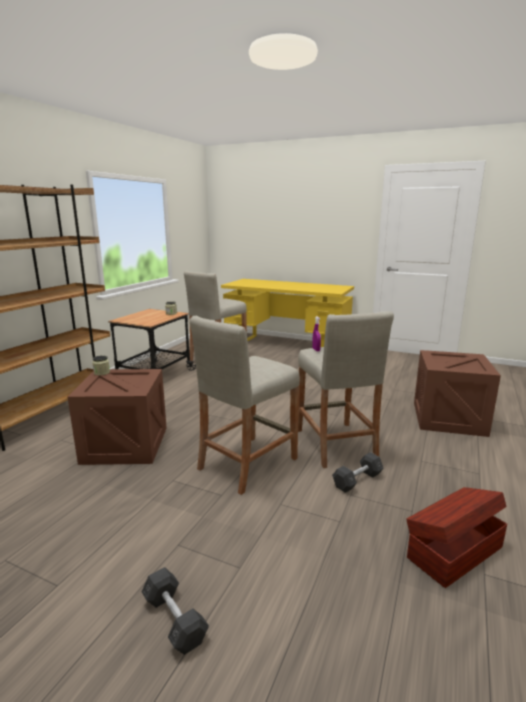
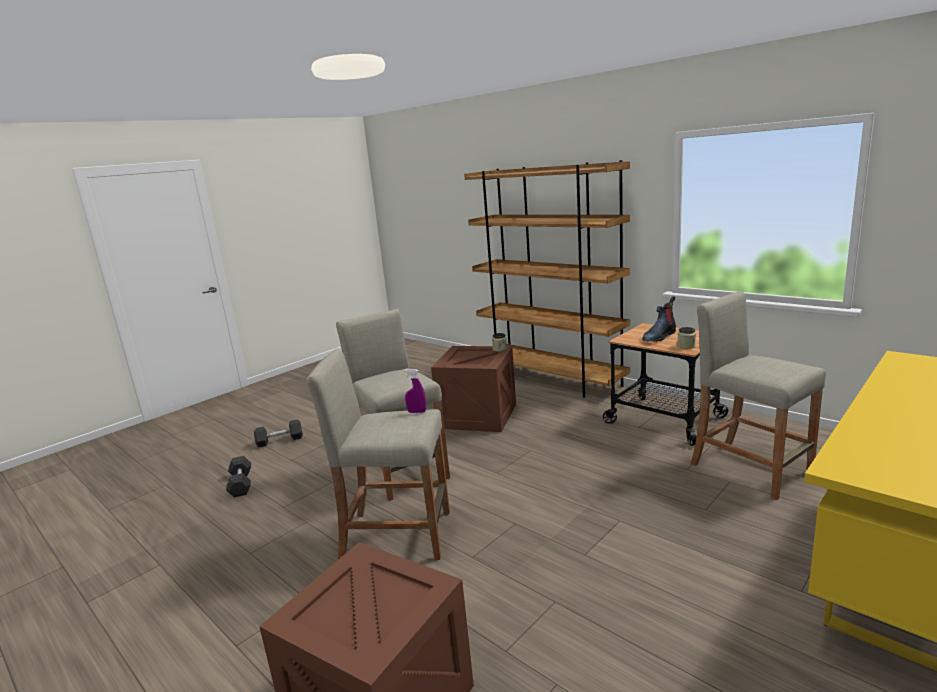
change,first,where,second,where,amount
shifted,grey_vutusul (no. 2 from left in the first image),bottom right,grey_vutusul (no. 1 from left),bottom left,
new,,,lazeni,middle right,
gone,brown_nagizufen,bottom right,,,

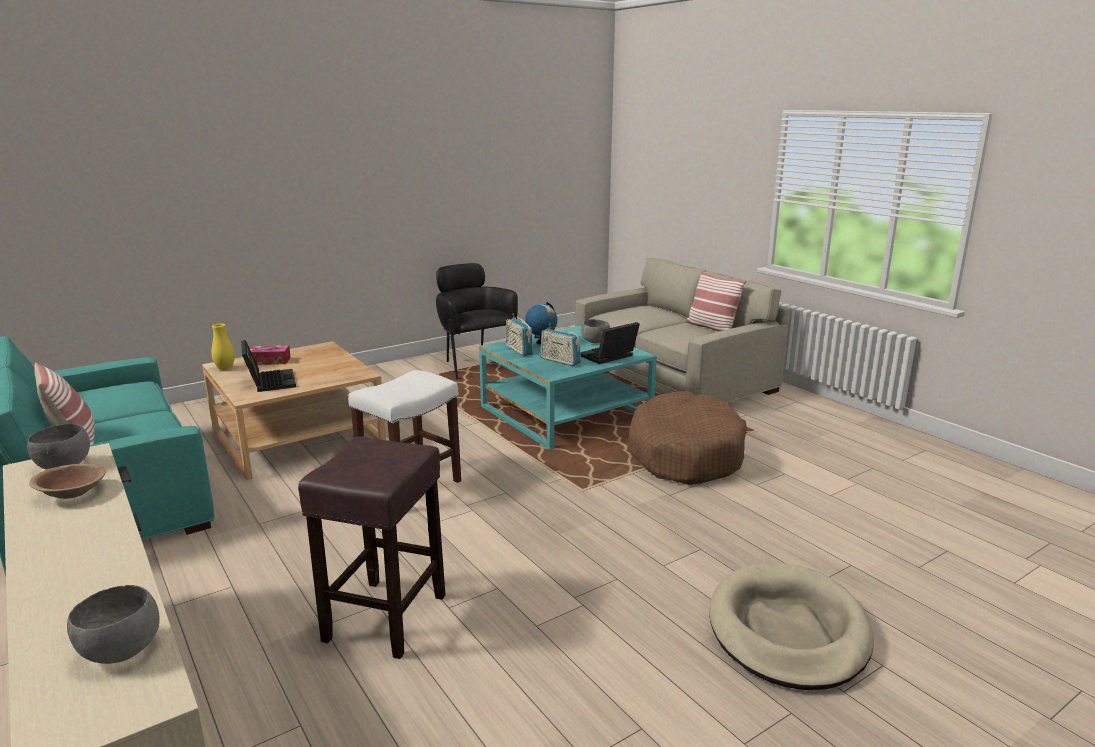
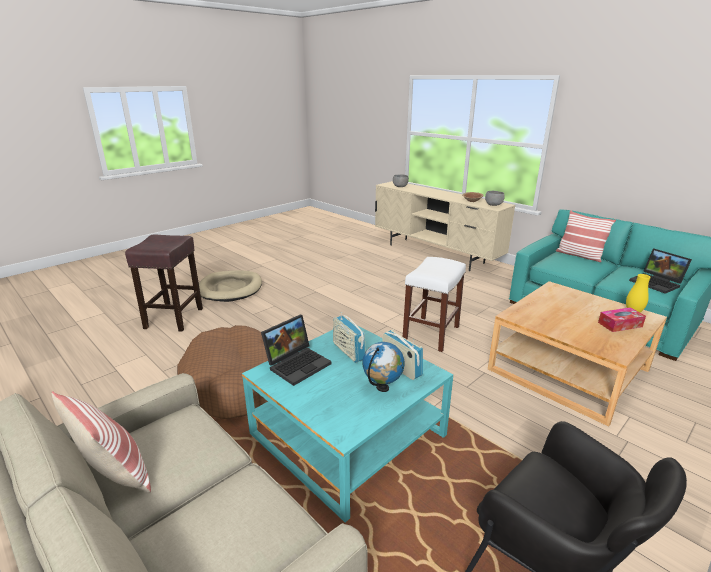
change,first,where,second,where,amount
shifted,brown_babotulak,bottom centre,,middle left,
rotated,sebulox (no. 2 from left in the first image),centre,sebulox (no. 1 from left),centre,150 degrees counterclockwise
shifted,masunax (no. 1 from left in the first image),middle left,masunax (no. 2 from left),middle right,
gone,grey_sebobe (no. 3 from left),centre,,,

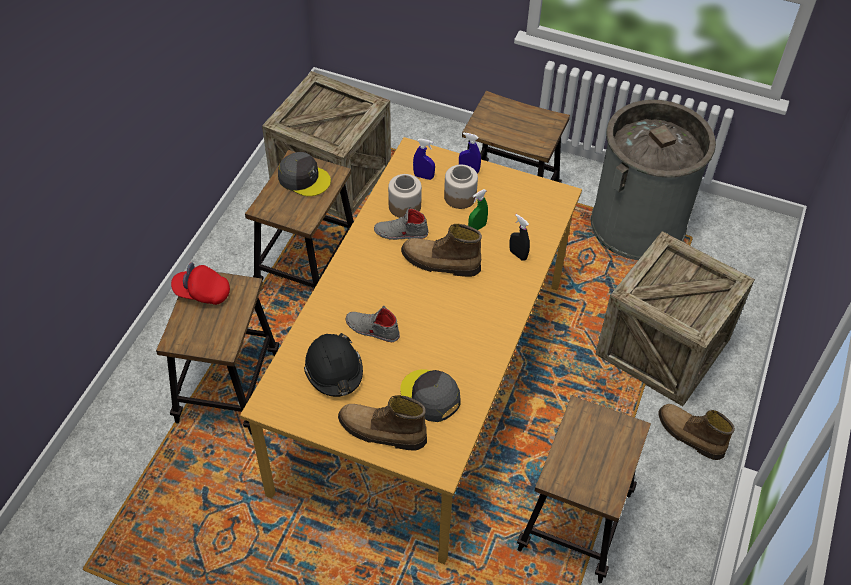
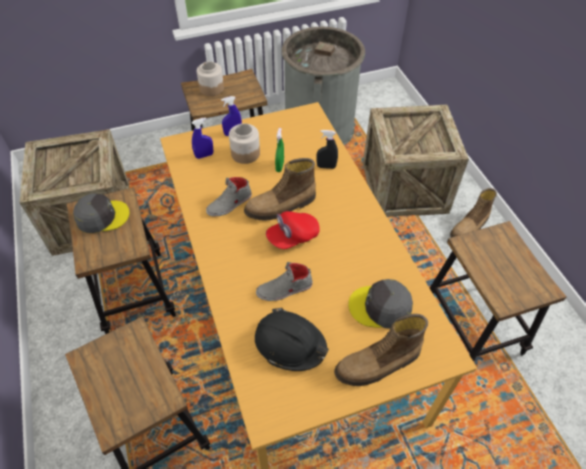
change,first,where,second,where,amount
shifted,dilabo (no. 1 from left),centre,,top centre,
shifted,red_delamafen,middle left,,centre,
rotated,lazeni (no. 3 from left),bottom right,,middle right,45 degrees counterclockwise

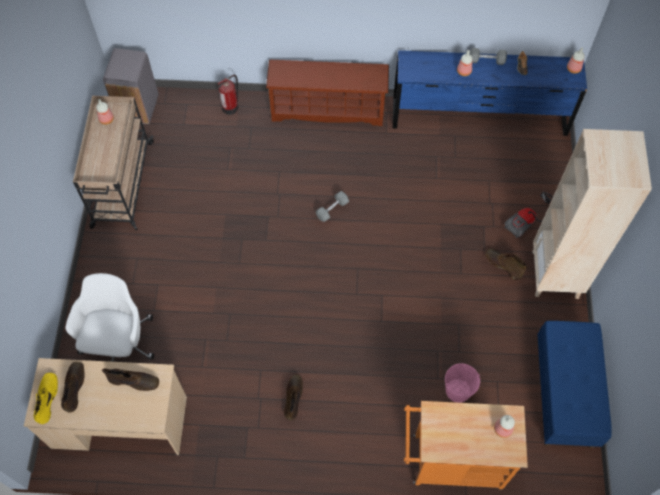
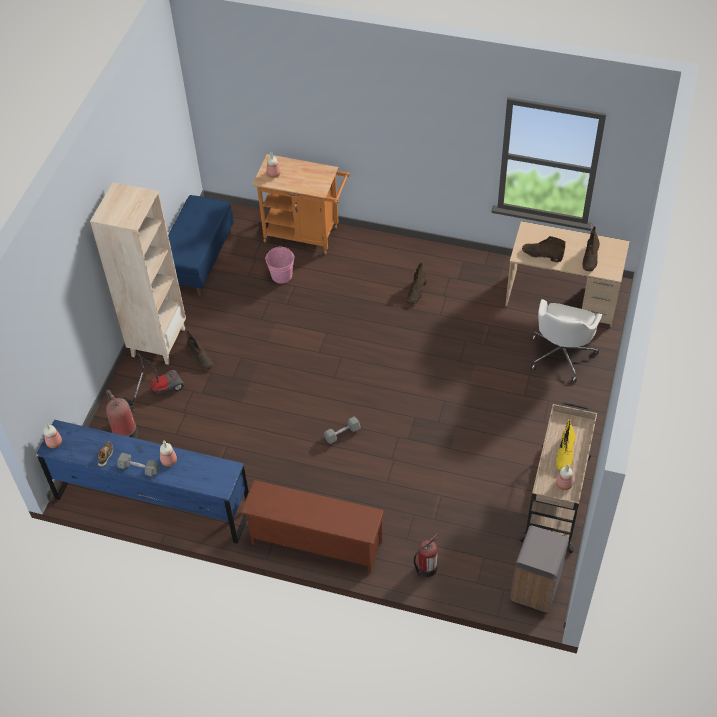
change,first,where,second,where,amount
new,,,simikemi (no. 1 from left),middle left,
shifted,yellow_lazeni,bottom left,,middle right,

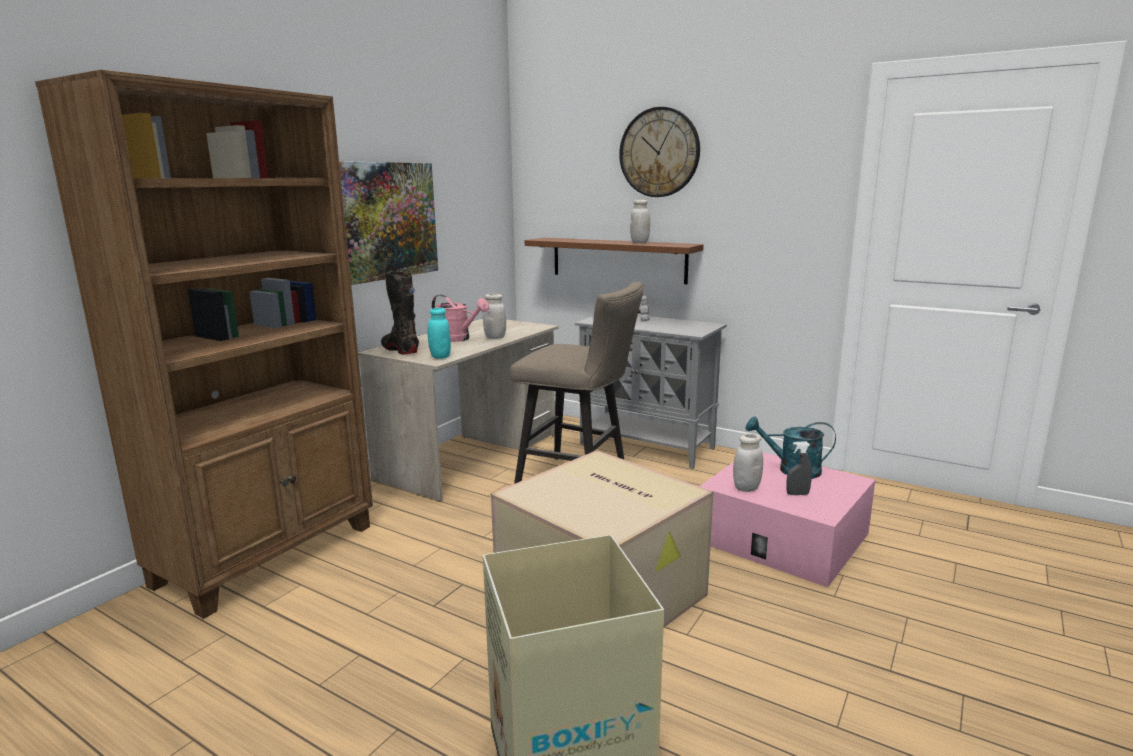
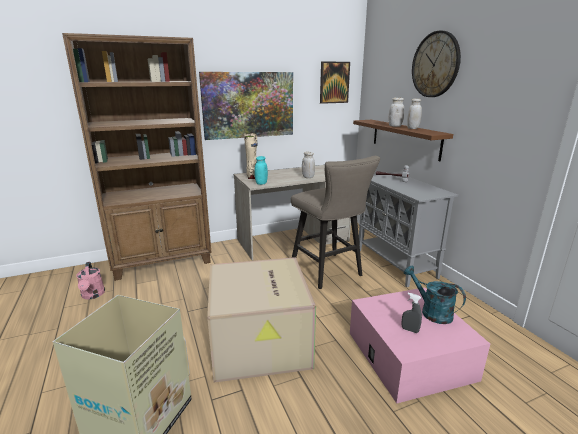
change,first,where,second,where,amount
shifted,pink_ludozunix,centre,,middle left,
repainted,black_lazeni,centre,beige_lazeni,centre,
new,,,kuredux (no. 2 from left),top centre,
shifted,white_dilabo (no. 3 from left in the first image),centre,white_dilabo (no. 2 from left),top right,

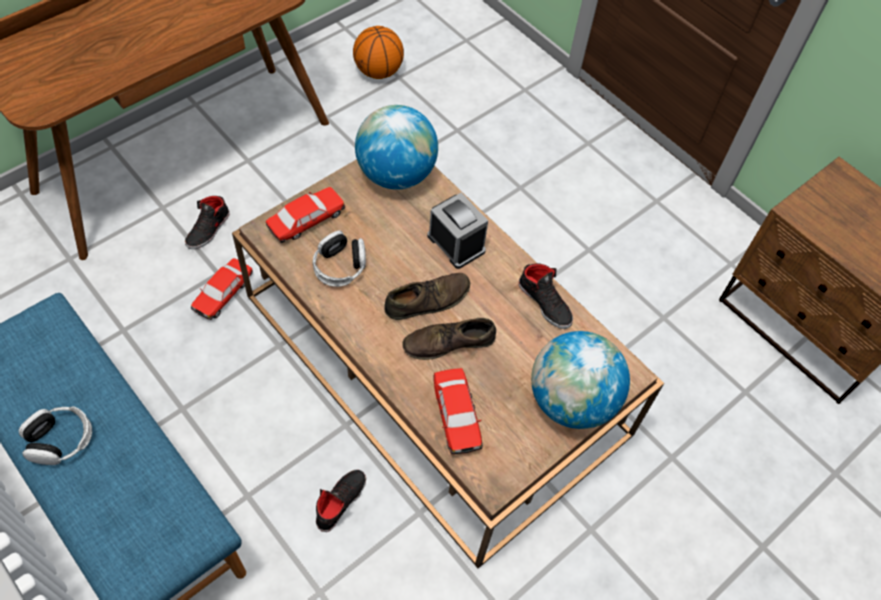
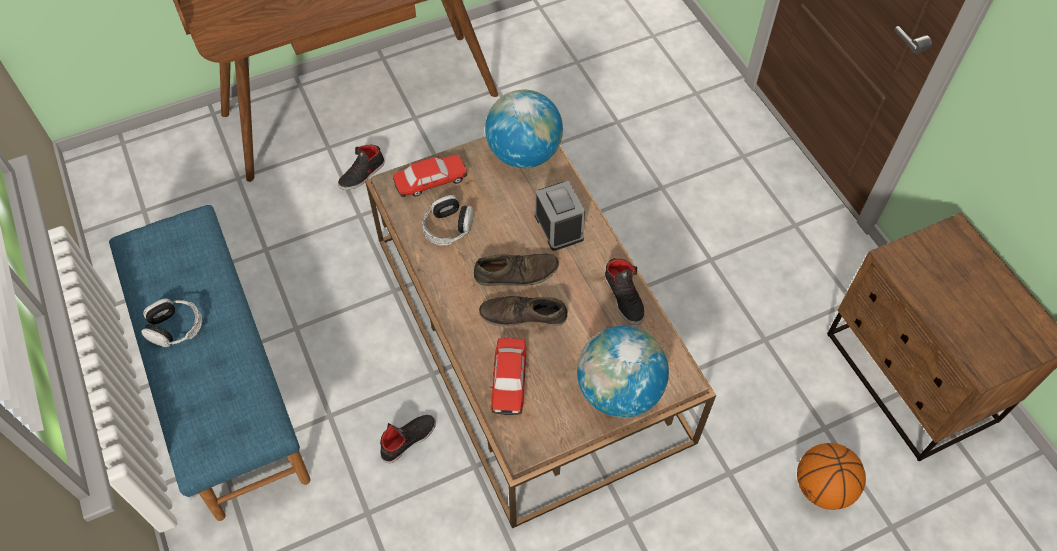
change,first,where,second,where,amount
shifted,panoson,top centre,,bottom right,
gone,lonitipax (no. 1 from left),middle left,,,

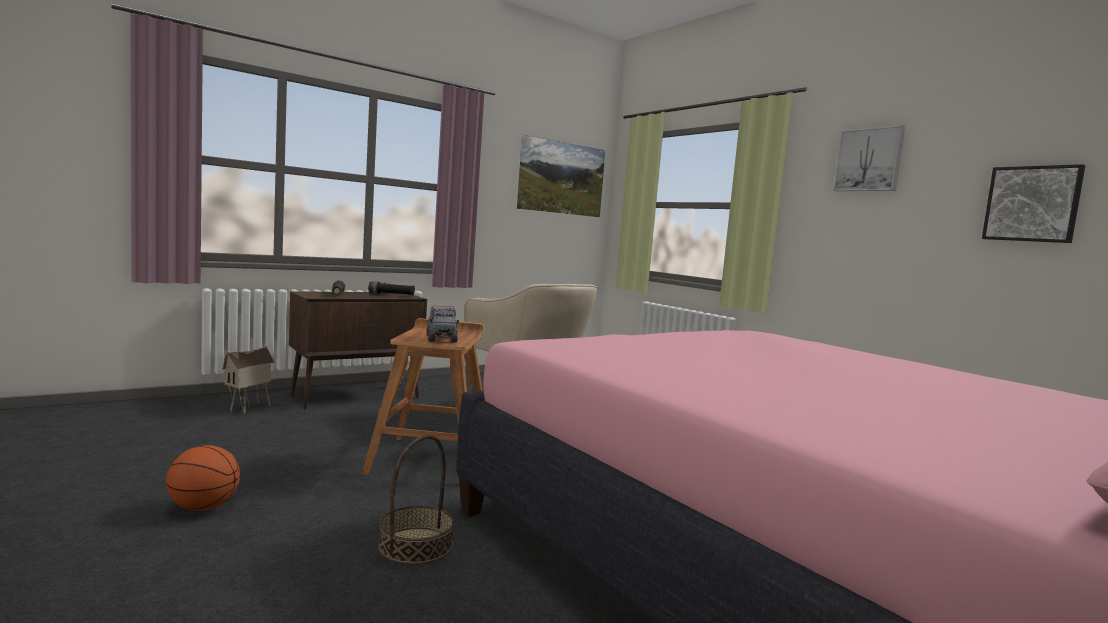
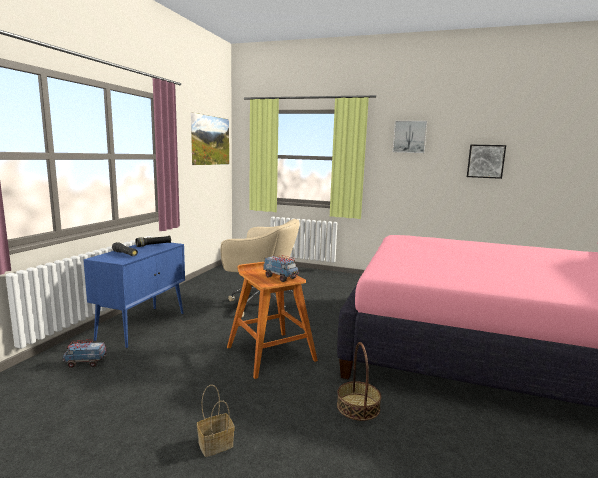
change,first,where,second,where,amount
swapped,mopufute,middle left,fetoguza (no. 1 from left),bottom left,
repainted,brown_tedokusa,middle left,blue_tedokusa,middle left,
swapped,panoson,bottom left,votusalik (no. 1 from left),bottom centre,

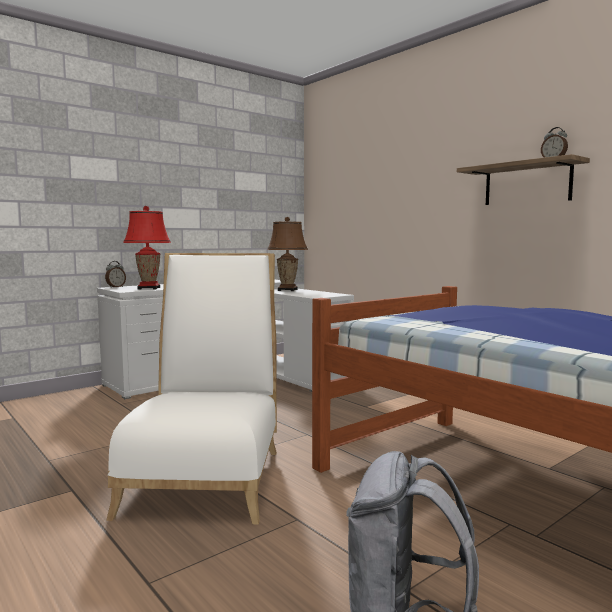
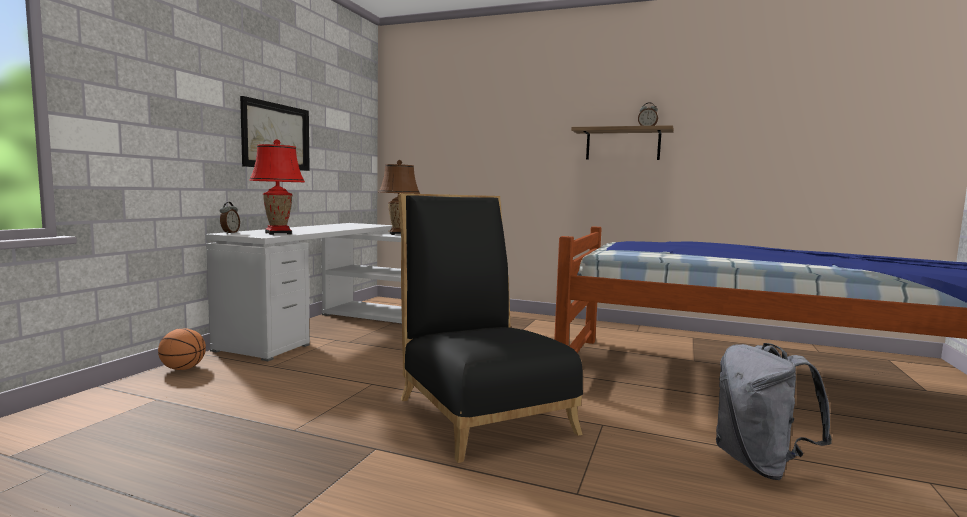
change,first,where,second,where,amount
new,,,panoson,bottom left,
new,,,kuredux,top left,
repainted,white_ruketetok,middle left,black_ruketetok,centre,

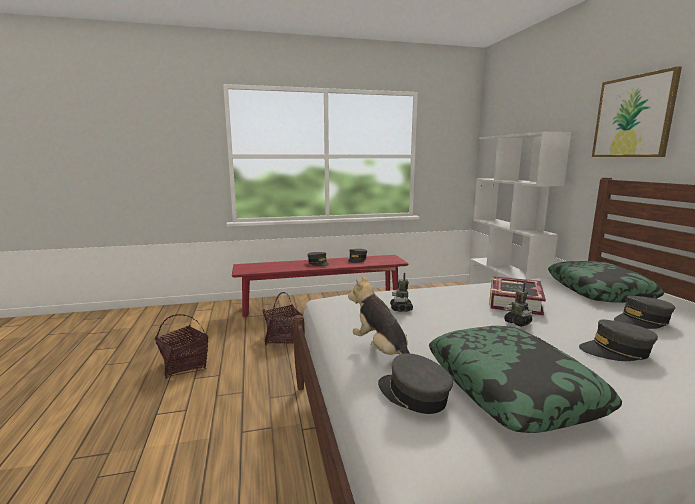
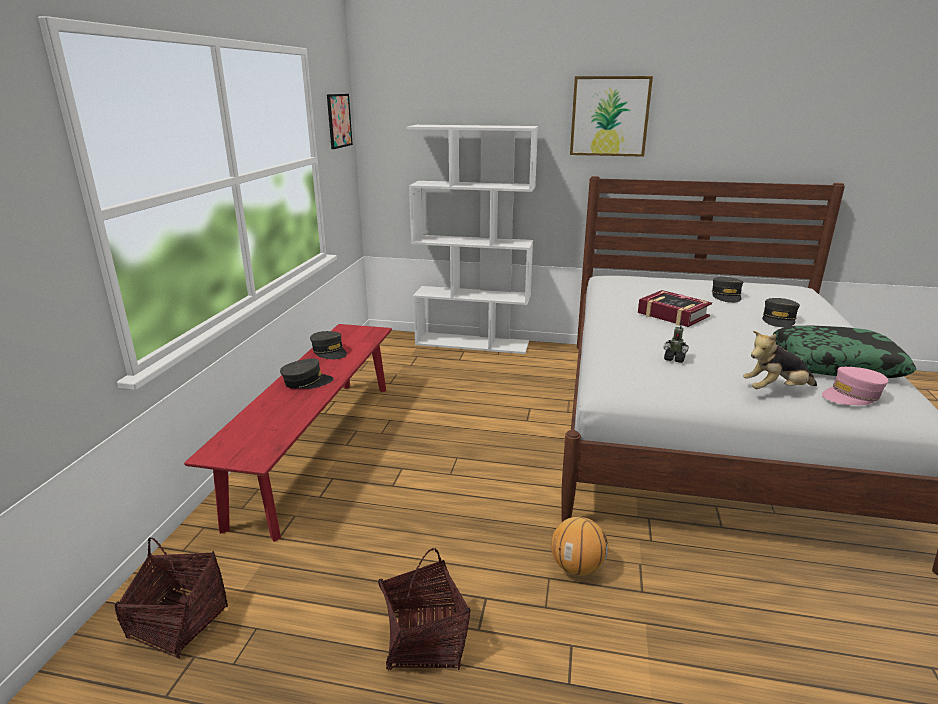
change,first,where,second,where,amount
shifted,votusalik (no. 2 from left in the first image),centre,votusalik (no. 1 from left),bottom left,
new,,,kuredux (no. 1 from left),top centre,
new,,,panoson,bottom centre,
repainted,grey_delamafen (no. 3 from left),bottom centre,pink_delamafen,middle right,
gone,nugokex (no. 2 from left),middle right,,,
gone,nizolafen (no. 2 from left),middle right,,,

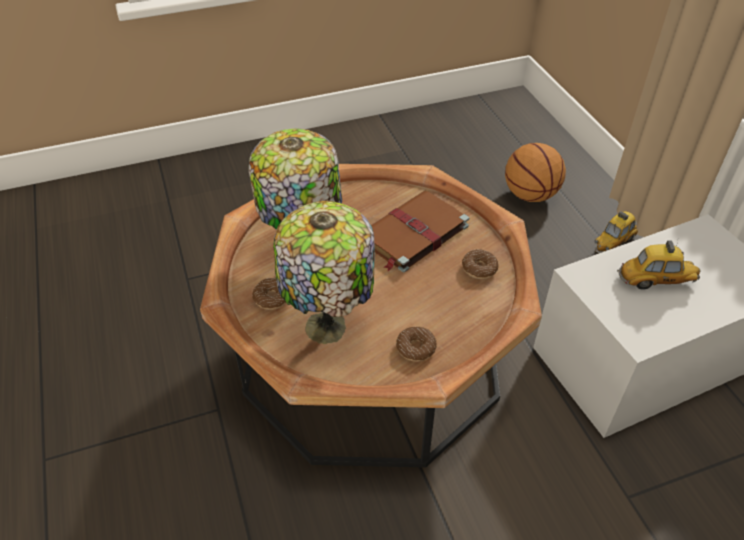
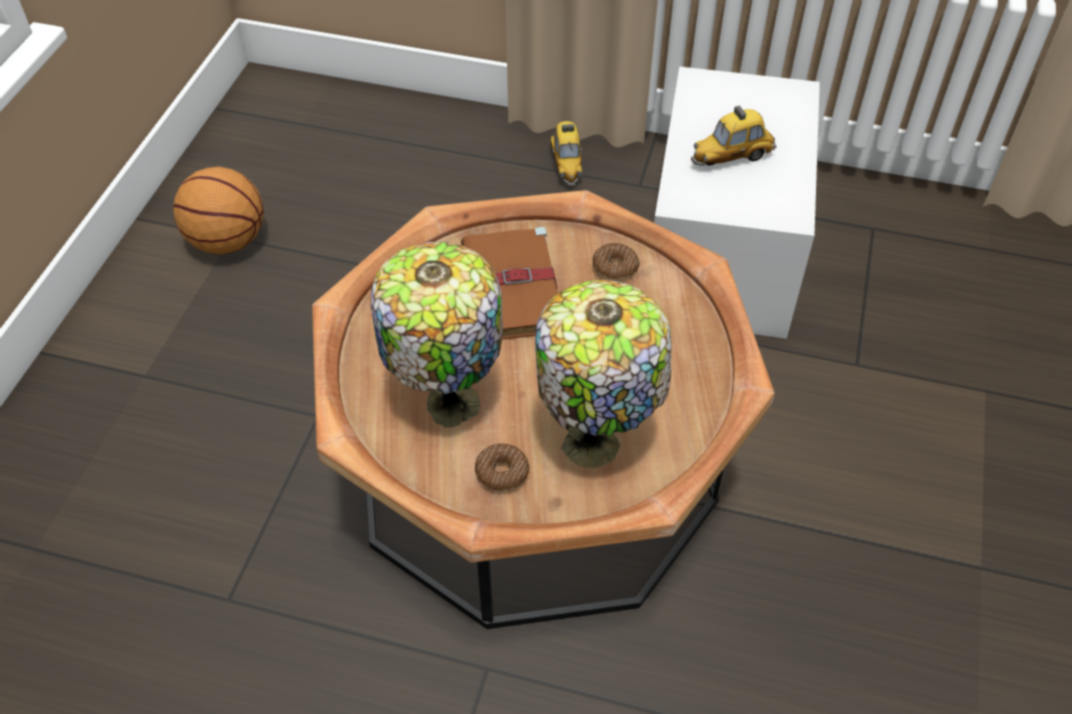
change,first,where,second,where,amount
shifted,panoson,top right,,top left,
rotated,lonitipax (no. 2 from left),middle right,,top right,150 degrees counterclockwise
gone,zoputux (no. 2 from left),centre,,,

